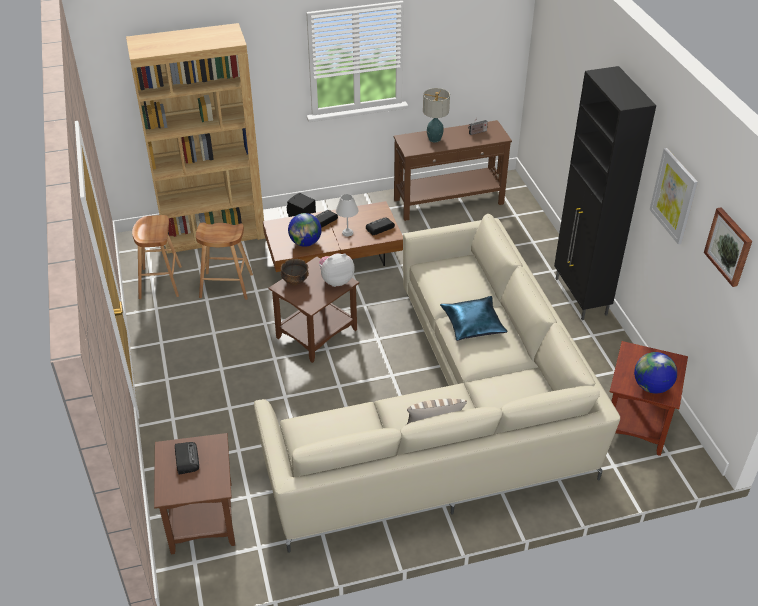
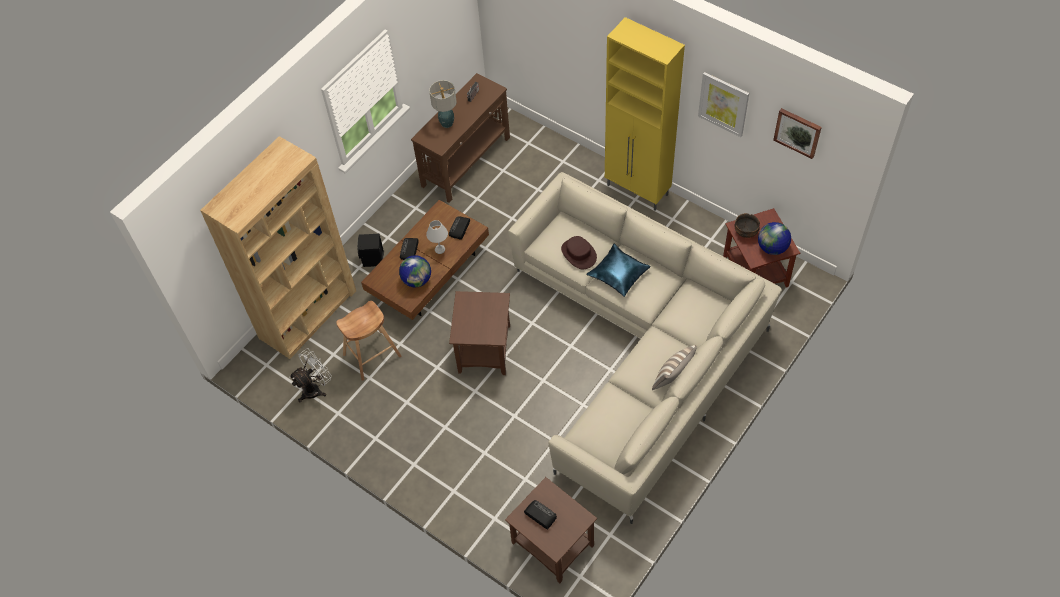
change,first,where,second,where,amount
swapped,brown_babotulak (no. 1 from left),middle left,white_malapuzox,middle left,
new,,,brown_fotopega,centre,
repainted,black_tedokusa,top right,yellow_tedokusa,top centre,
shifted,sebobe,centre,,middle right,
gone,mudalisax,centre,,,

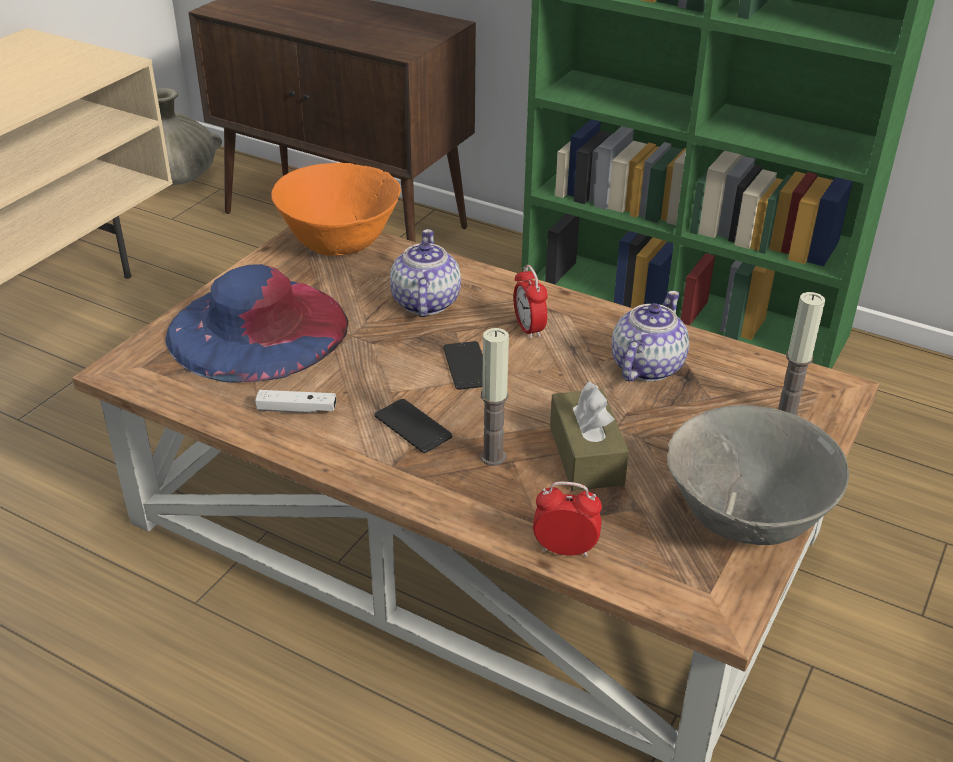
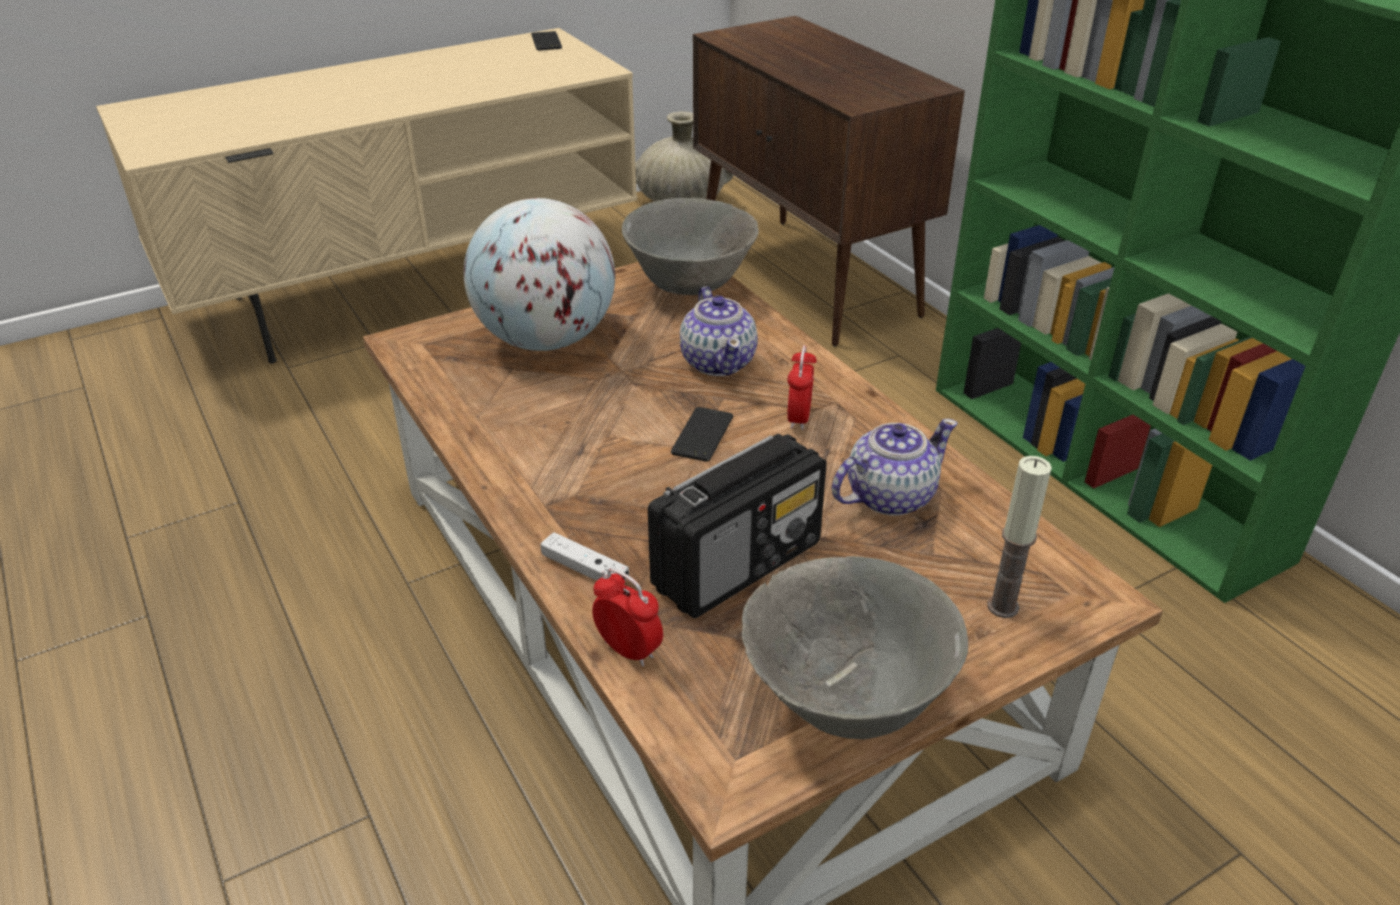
change,first,where,second,where,amount
swapped,blue_fotopega,middle left,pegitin,top centre,
shifted,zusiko (no. 1 from left),centre,,top centre,
shifted,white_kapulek,middle left,,centre,
repainted,orange_sebobe,top centre,grey_sebobe (no. 1 from left),top centre,
swapped,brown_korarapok,centre,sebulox,centre,
rotated,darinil (no. 1 from left),centre,,centre,135 degrees clockwise
gone,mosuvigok (no. 1 from left),centre,,,

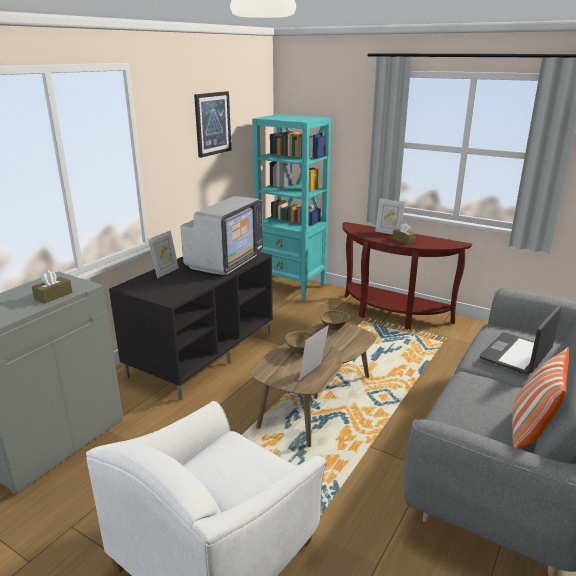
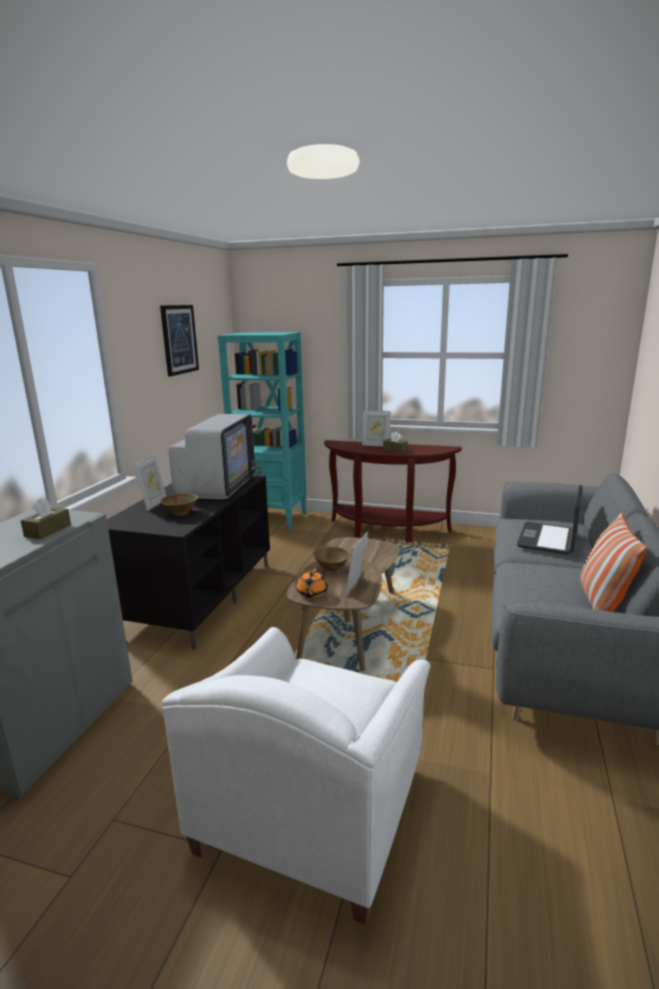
change,first,where,second,where,amount
shifted,brown_sebobe (no. 2 from left in the first image),centre,brown_sebobe (no. 1 from left),middle left,
new,,,orange_darinil,centre,

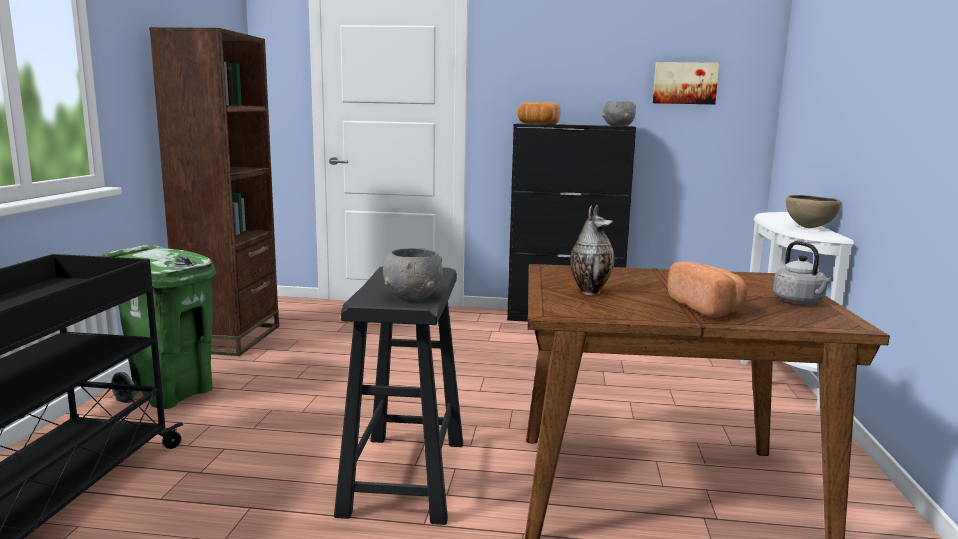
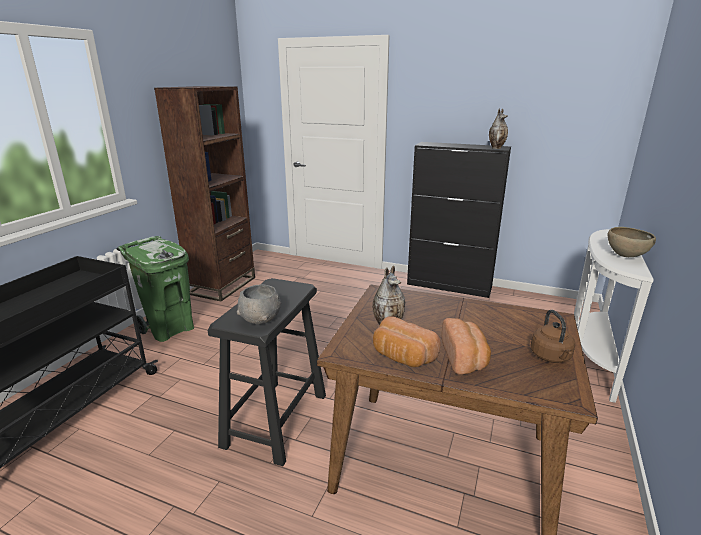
change,first,where,second,where,amount
shifted,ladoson (no. 1 from left),top centre,,centre,
swapped,grey_sebobe (no. 2 from left),top centre,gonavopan (no. 2 from left),top right,
repainted,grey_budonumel,middle right,brown_budonumel,middle right,
gone,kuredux,top right,,,

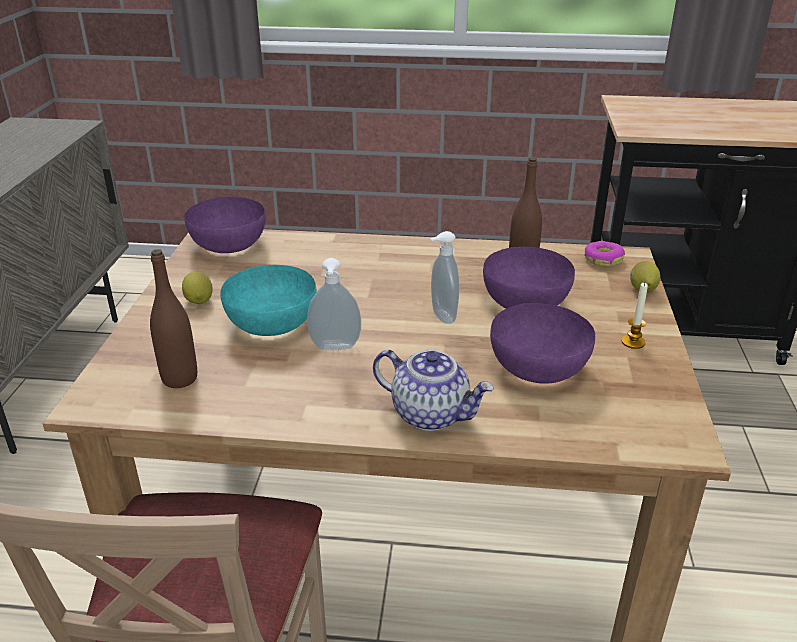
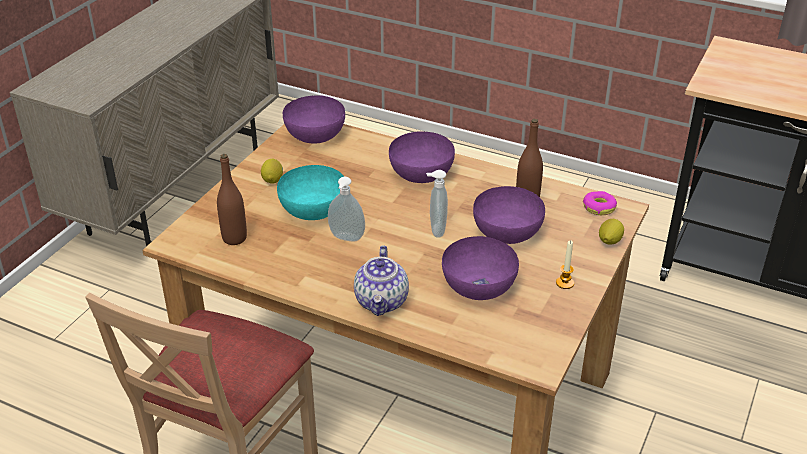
change,first,where,second,where,amount
rotated,darinil,centre,,centre,45 degrees clockwise
new,,,purple_sebobe (no. 2 from left),centre,

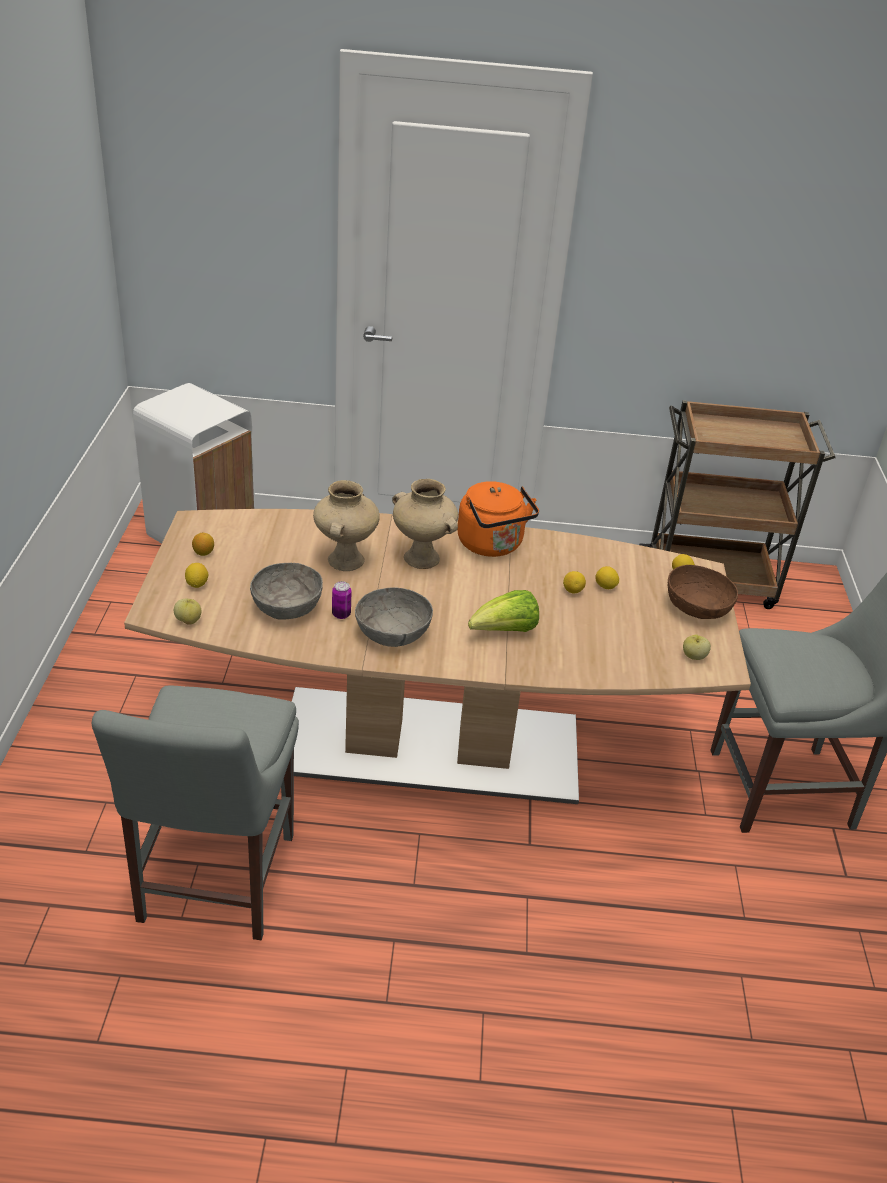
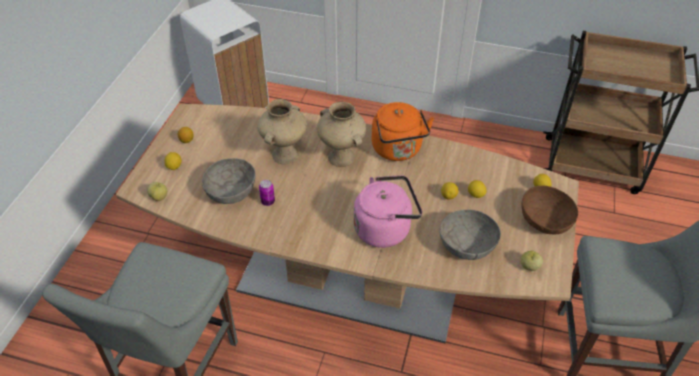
change,first,where,second,where,amount
swapped,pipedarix,centre,pink_budonumel,centre,
shifted,grey_sebobe (no. 2 from left),centre,,middle right,

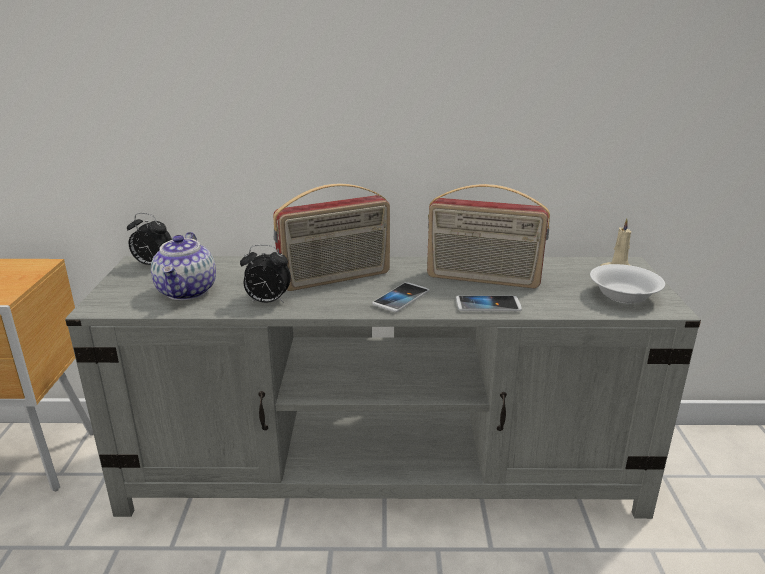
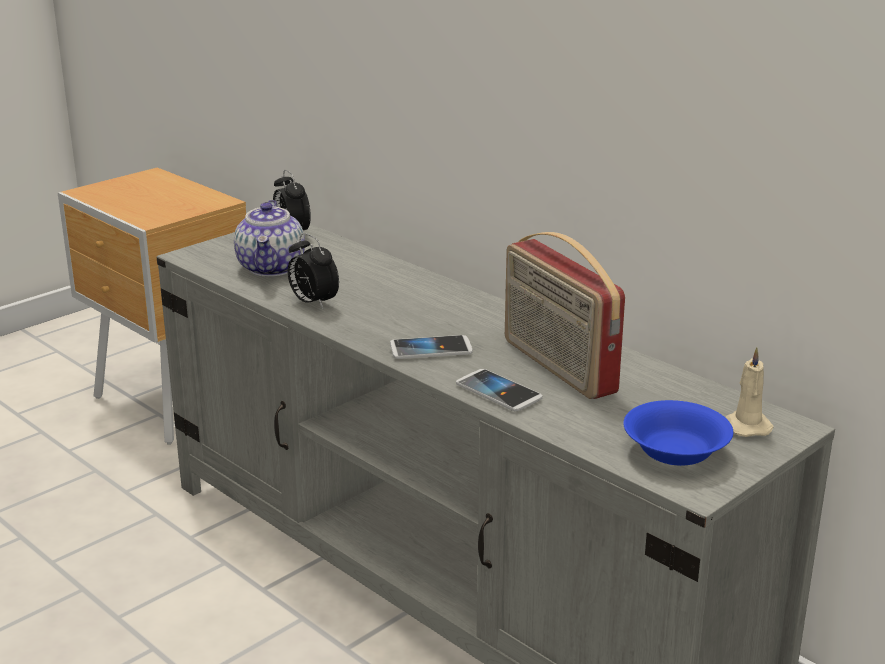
change,first,where,second,where,amount
rotated,darinil,middle left,,middle left,45 degrees counterclockwise
repainted,white_sebobe,middle right,blue_sebobe,middle right,
gone,sebulox (no. 1 from left),centre,,,

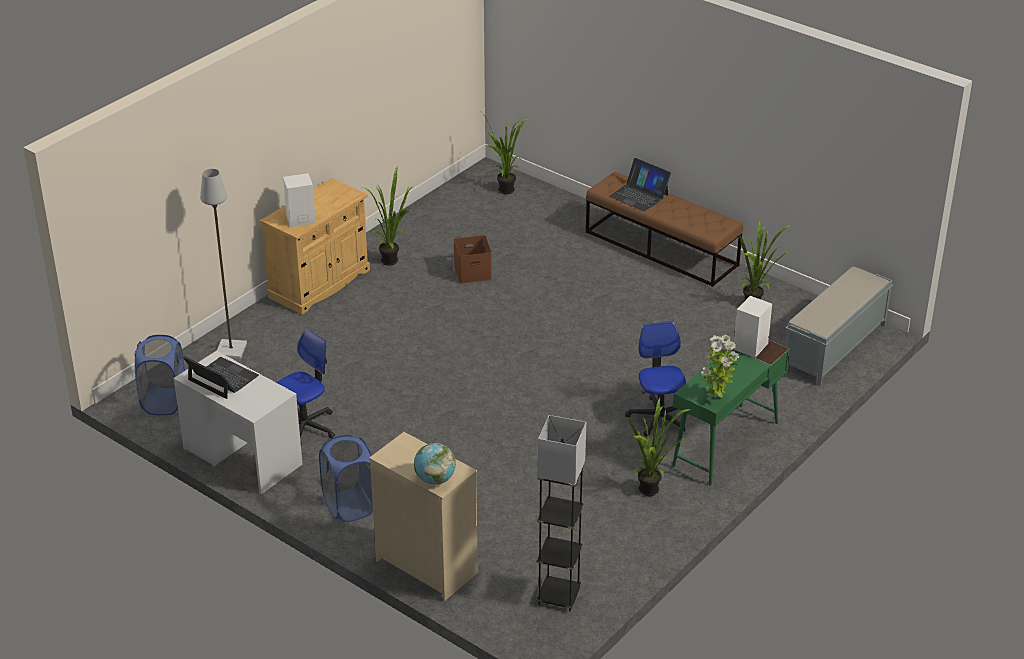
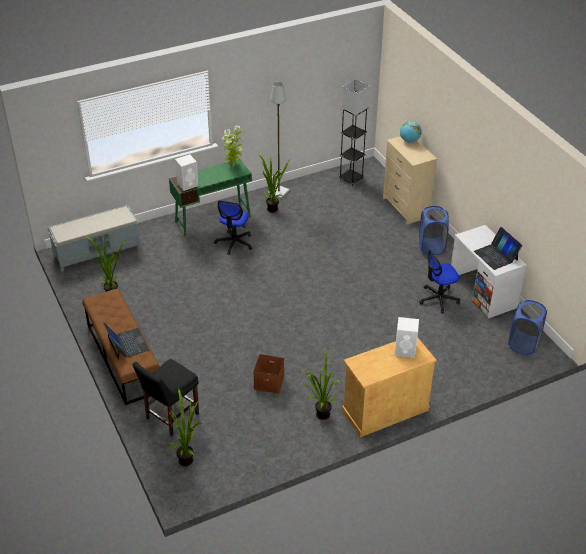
change,first,where,second,where,amount
new,,,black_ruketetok,bottom left,
shifted,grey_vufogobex (no. 1 from left),middle left,,top centre,

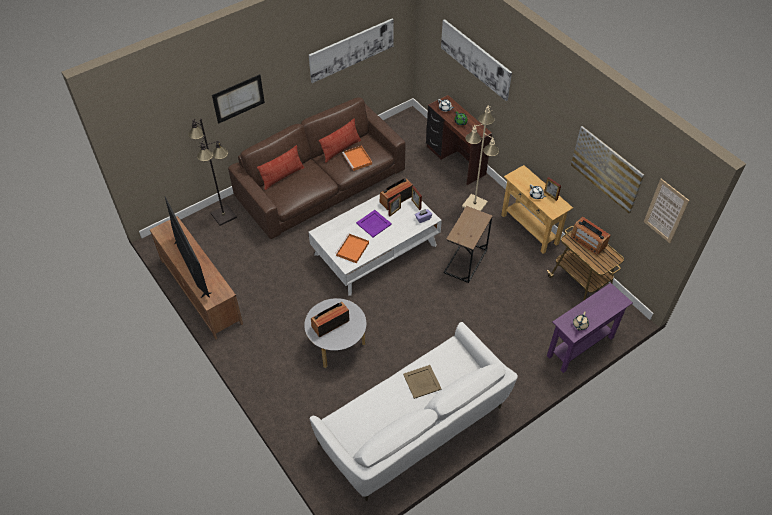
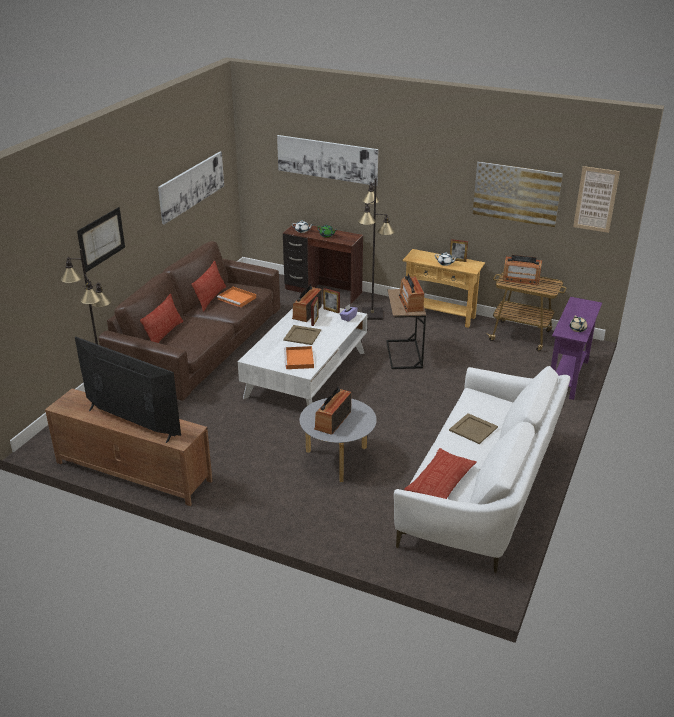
change,first,where,second,where,amount
repainted,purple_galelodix,centre,beige_galelodix (no. 1 from left),centre,
repainted,beige_vufogobex,top centre,black_vufogobex (no. 2 from left),centre,
new,,,sebulox (no. 3 from left),centre,
new,,,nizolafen (no. 3 from left),centre,

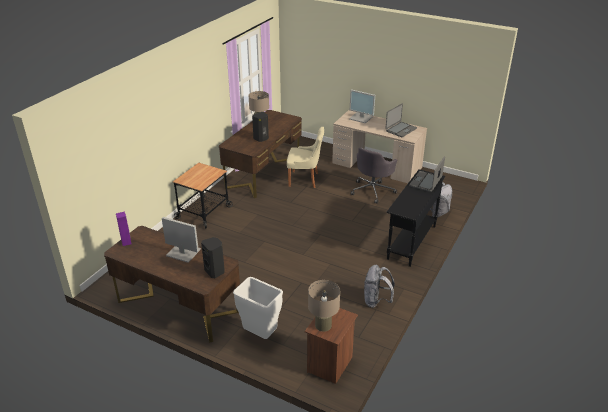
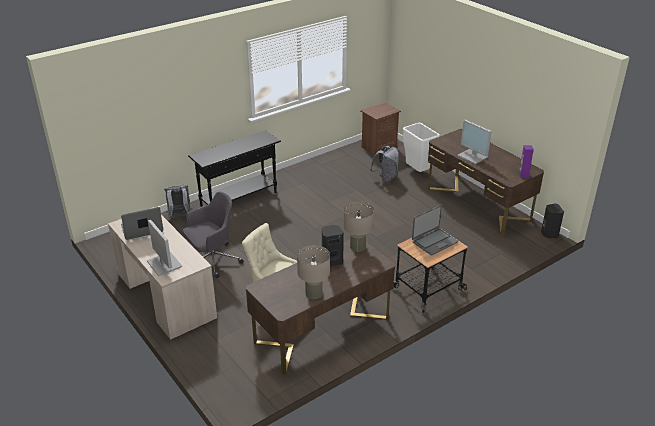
change,first,where,second,where,amount
shifted,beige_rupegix (no. 2 from left),bottom centre,,centre,
shifted,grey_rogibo (no. 1 from left in the first image),bottom centre,grey_rogibo (no. 2 from left),centre,
shifted,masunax (no. 2 from left),middle right,,centre,
shifted,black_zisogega (no. 1 from left in the first image),centre,black_zisogega (no. 2 from left),middle right,

